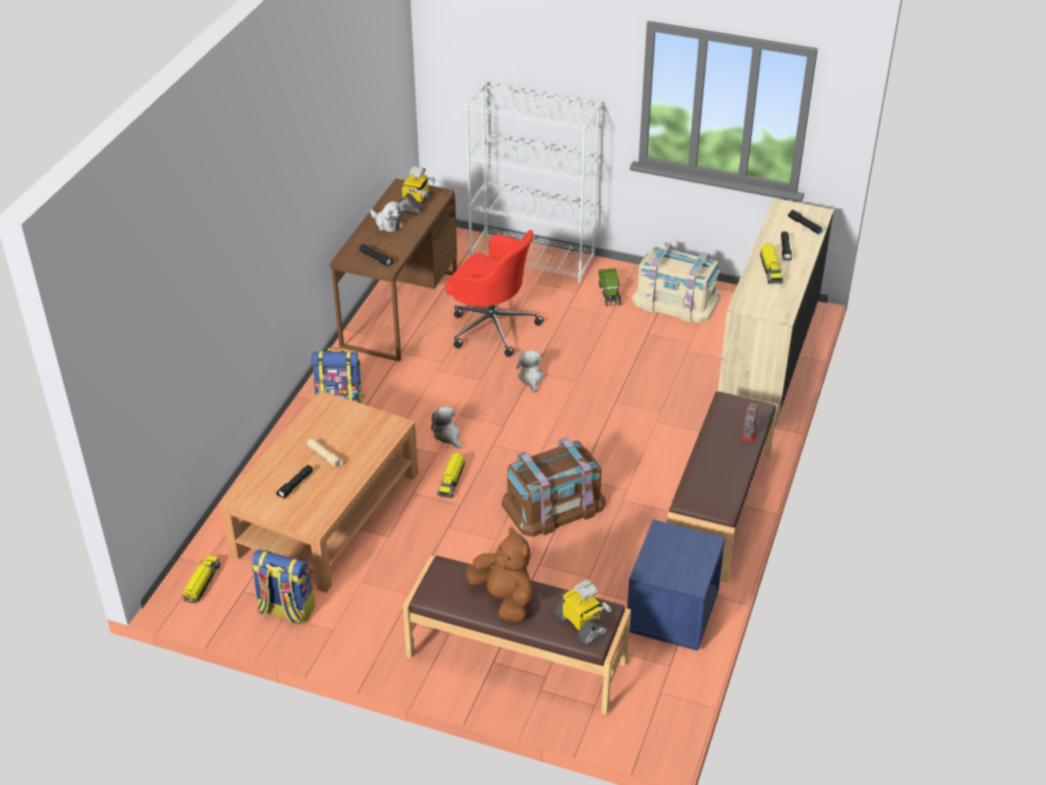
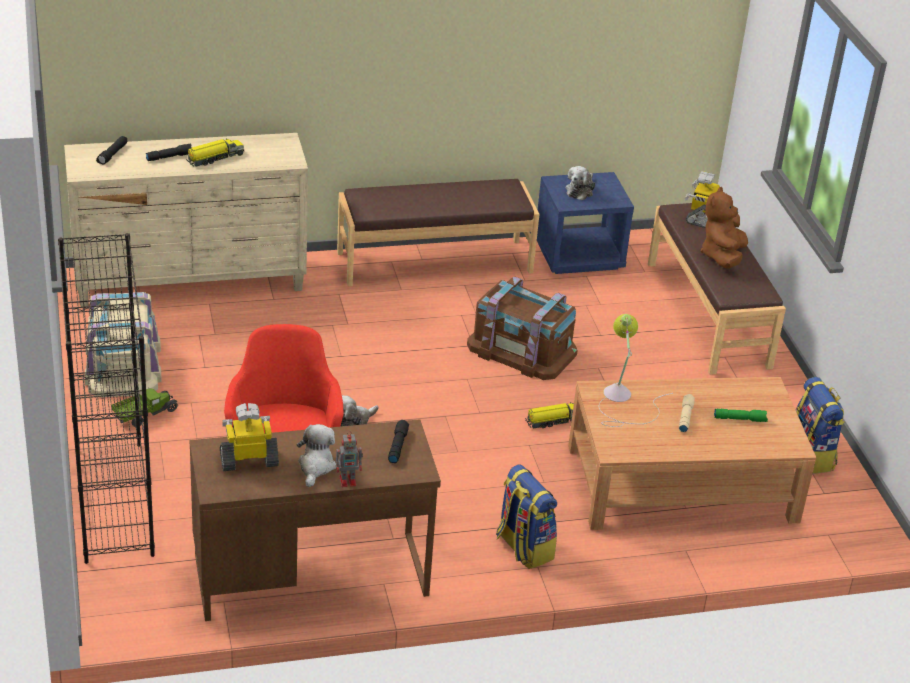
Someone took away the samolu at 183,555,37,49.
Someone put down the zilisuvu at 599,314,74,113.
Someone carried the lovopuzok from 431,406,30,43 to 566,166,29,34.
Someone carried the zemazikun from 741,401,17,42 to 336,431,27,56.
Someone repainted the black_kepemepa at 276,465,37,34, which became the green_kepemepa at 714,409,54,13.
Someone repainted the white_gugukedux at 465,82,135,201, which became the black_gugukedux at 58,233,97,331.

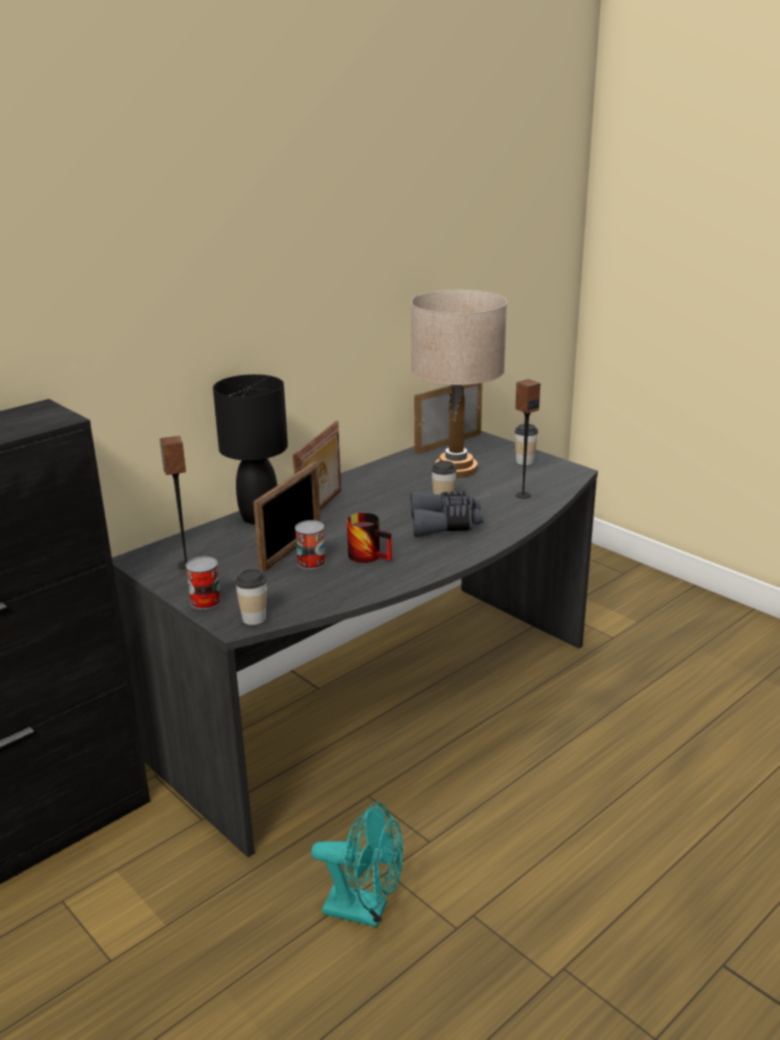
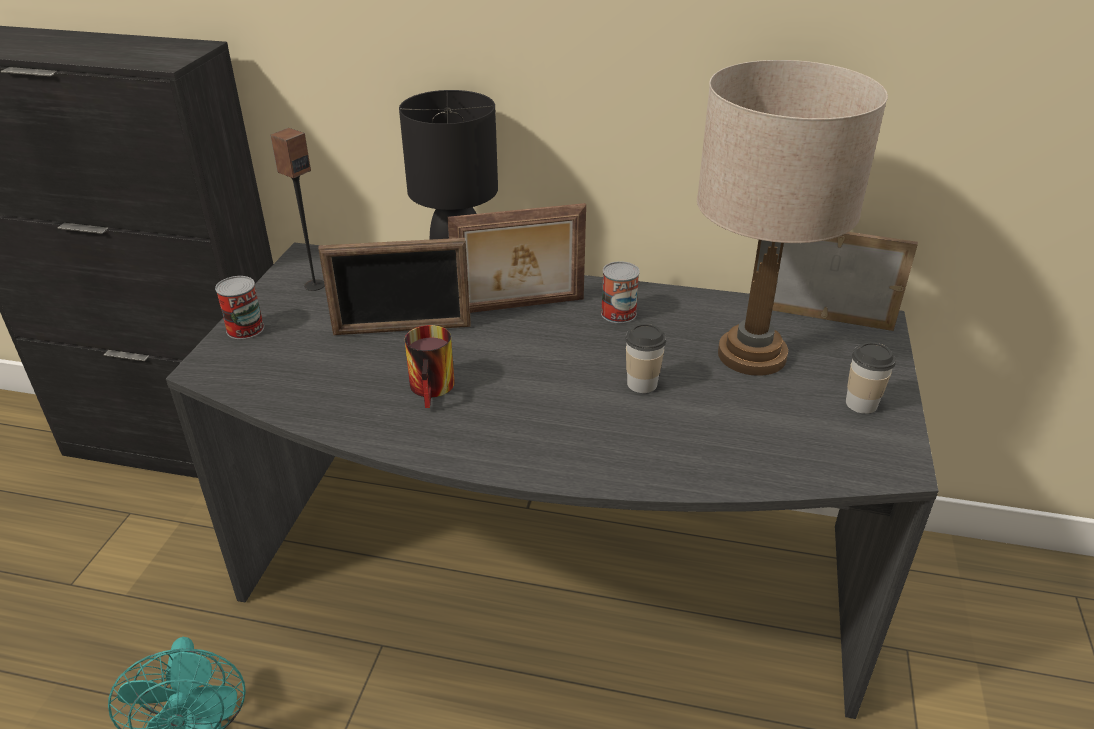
Someone took away the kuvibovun at 235,569,32,56.
Someone took away the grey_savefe at 411,491,73,46.
Someone took away the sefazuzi at 515,379,25,120.
Someone carried the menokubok from 295,520,31,49 to 601,261,39,62.

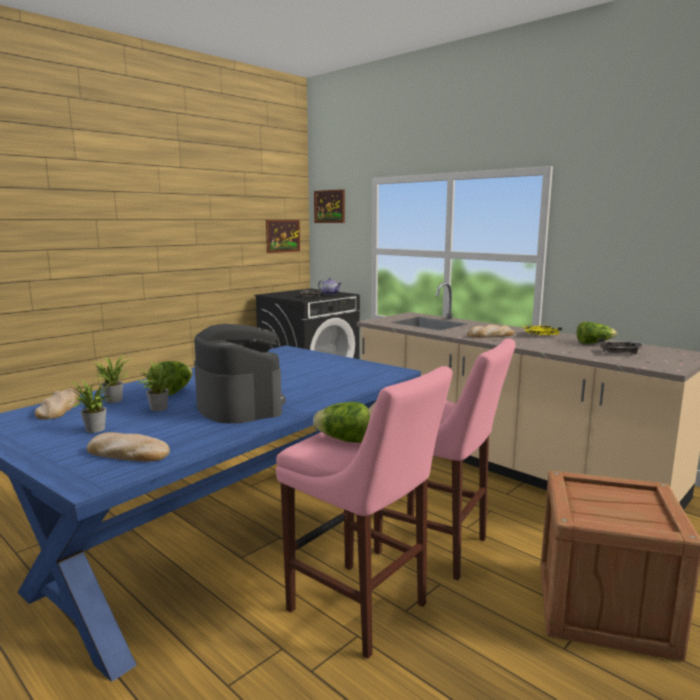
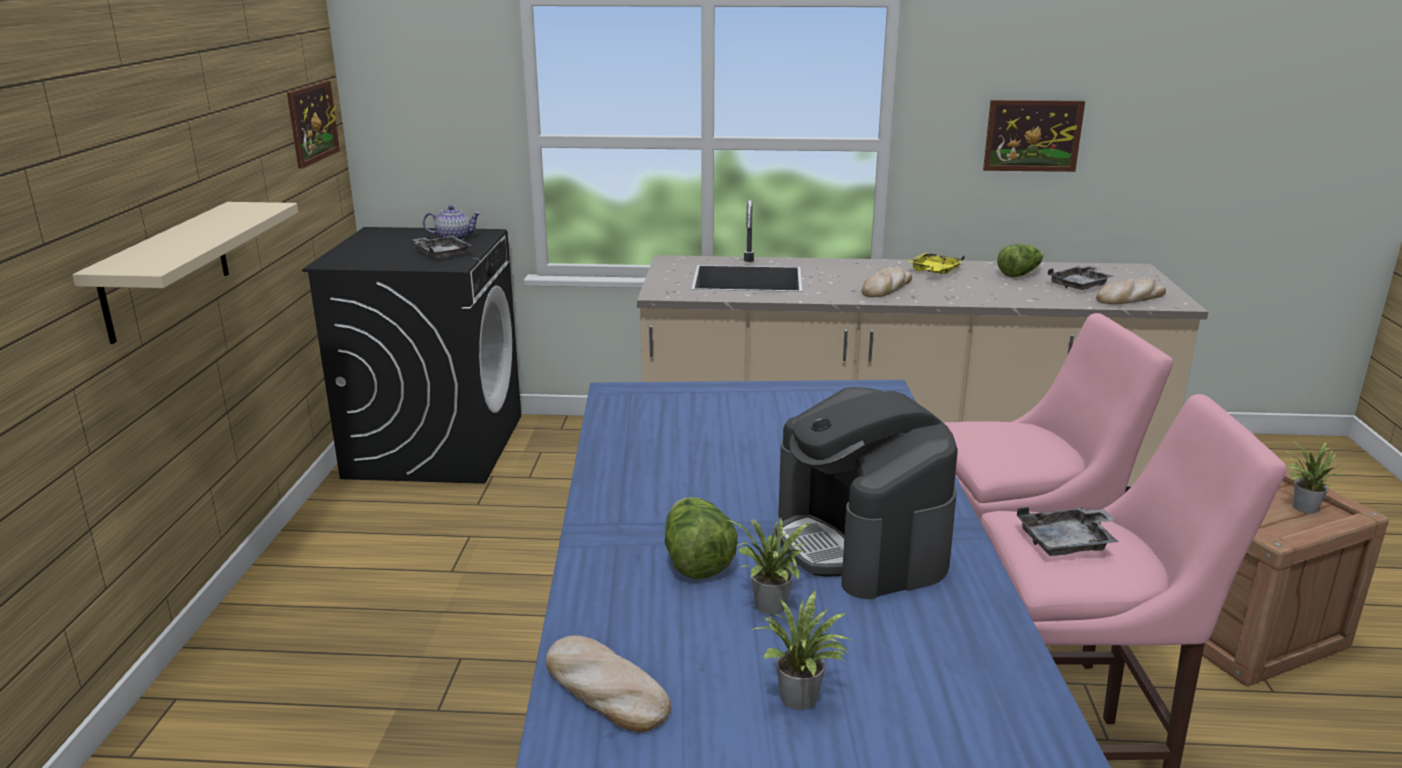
Someone put up the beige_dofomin at 72,202,226,142.
Someone carried the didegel from 87,432,83,30 to 1096,278,70,26.
Someone carried the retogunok from 94,355,39,48 to 1284,440,60,74.
Someone carried the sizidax from 314,189,31,34 to 983,100,102,72.
Someone swapped the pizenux at 313,402,57,41 for the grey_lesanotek at 1017,507,102,49.
Someone rotated the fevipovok at 194,324,92,100 by 135 degrees counterclockwise.

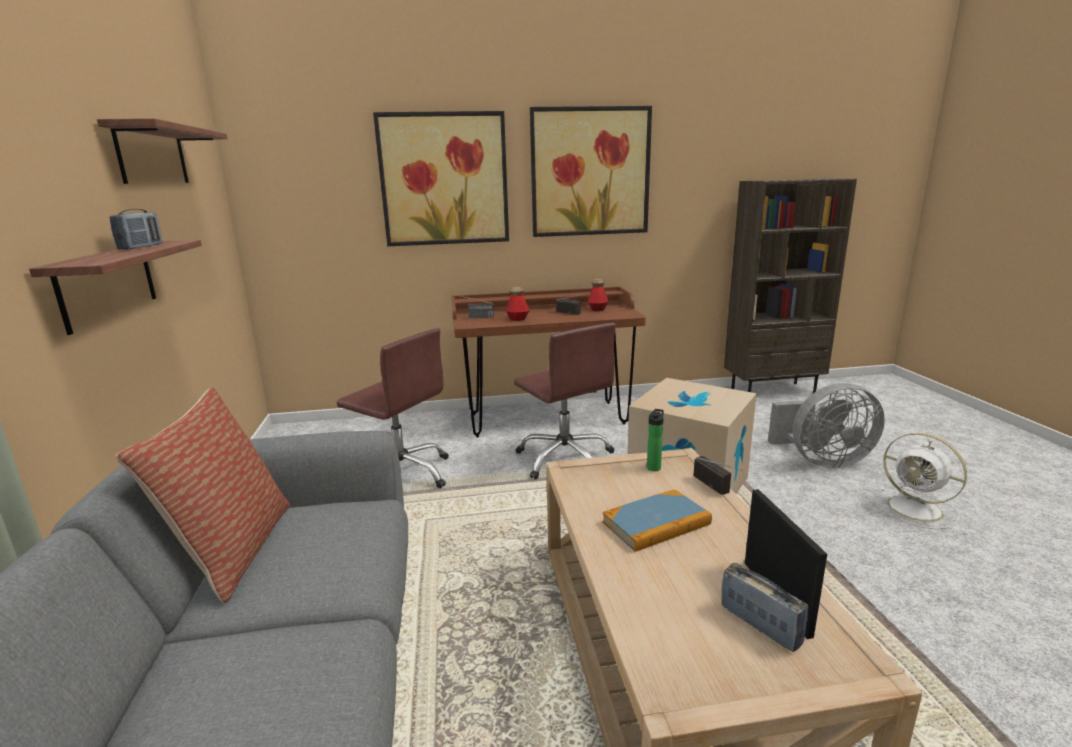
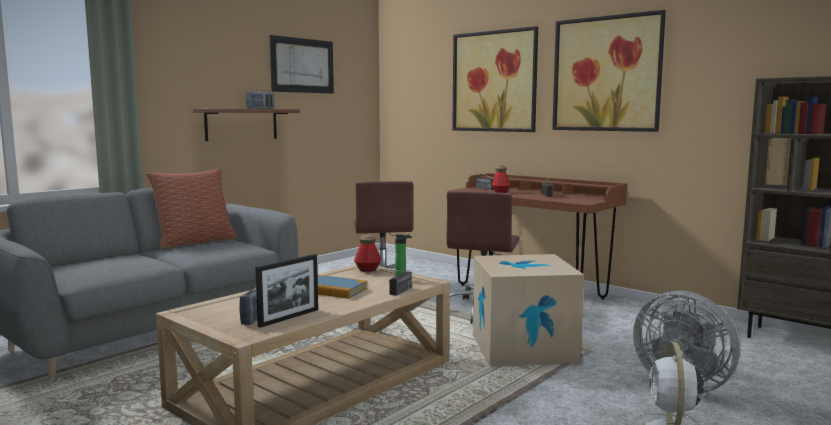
Someone carried the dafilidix from 588,279,21,32 to 354,235,27,37.
Someone swapped the dofomin at 97,118,130,66 for the sizidax at 270,35,64,59.

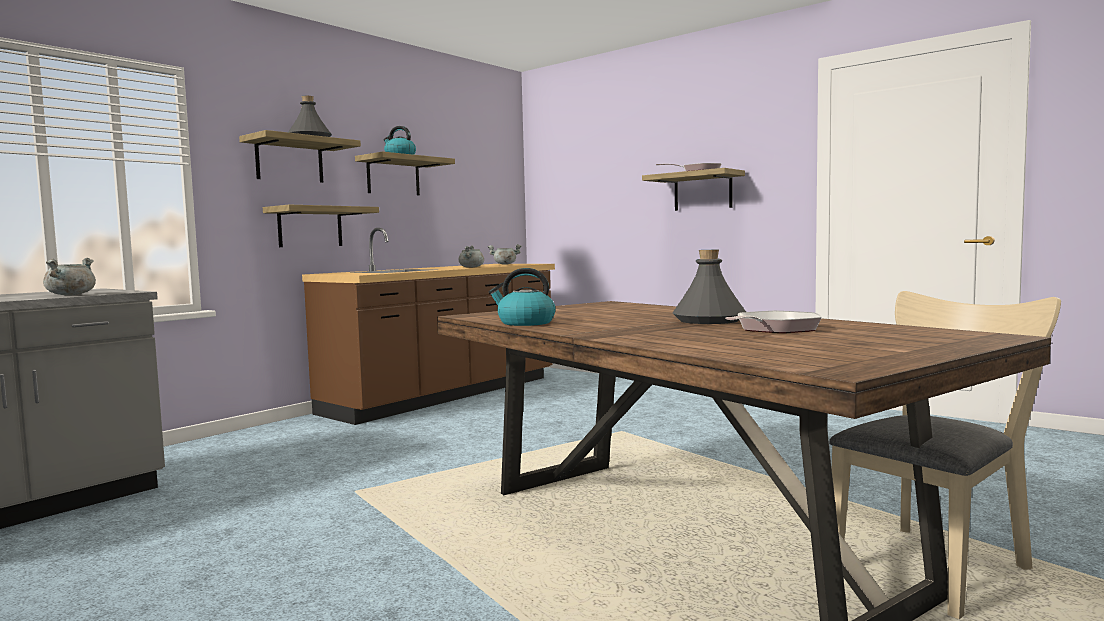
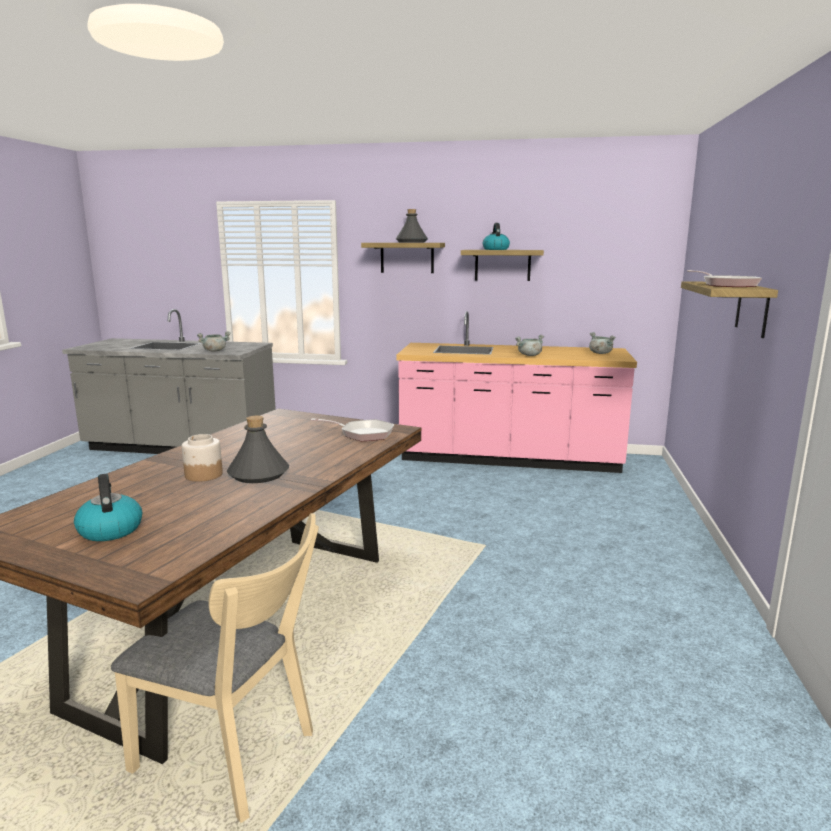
Someone took away the dofomin at 263,205,116,42.
Someone put down the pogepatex at 182,434,41,48.
Someone carried the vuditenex from 489,268,66,58 to 74,474,68,67.
Someone carried the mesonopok from 725,311,96,22 to 311,418,83,23.
Someone repainted the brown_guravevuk at 302,228,253,197, which became the pink_guravevuk at 396,311,241,162.

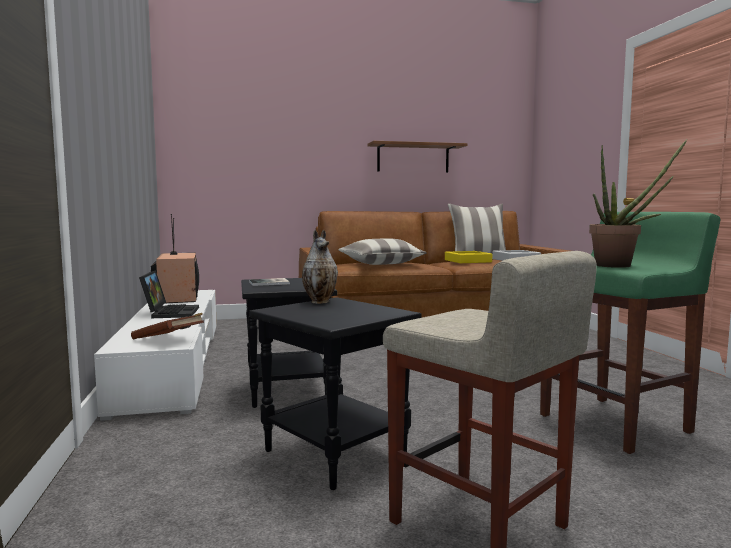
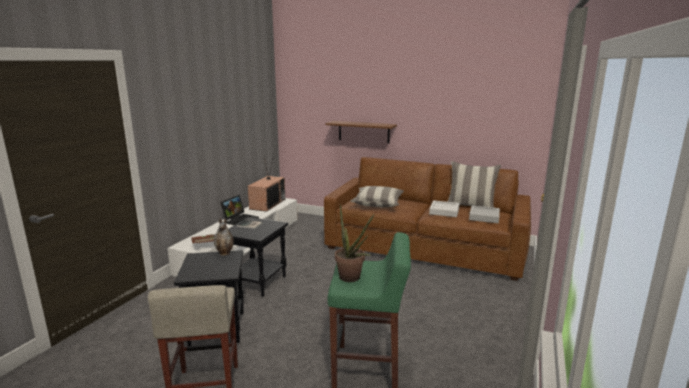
Someone carried the brown_dofomin from 367,141,101,32 to 325,121,72,23.
Someone repainted the yellow_lesanotek at 445,251,47,12, which became the white_lesanotek at 429,200,31,17.

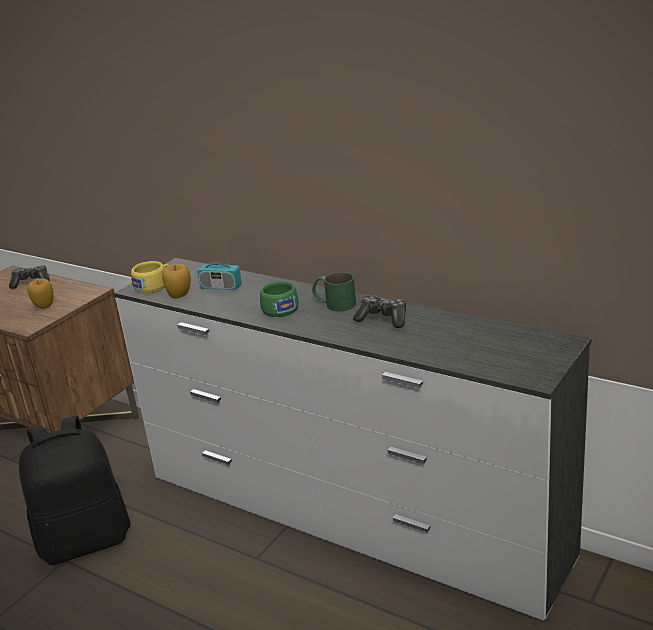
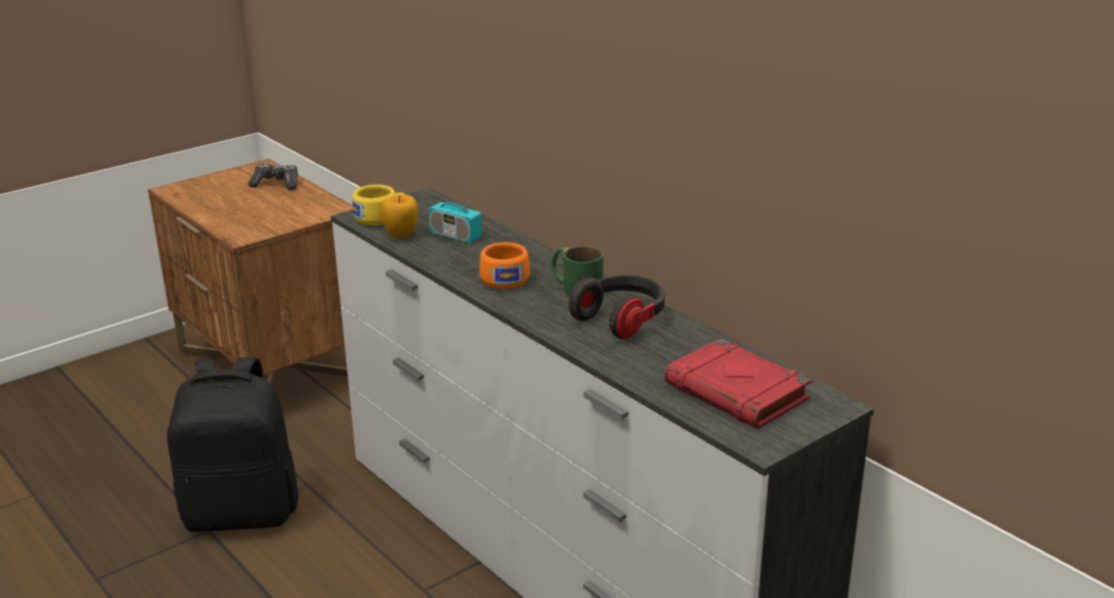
Someone took away the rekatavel at 27,278,26,31.
Someone put down the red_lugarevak at 664,339,147,90.
Someone swapped the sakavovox at 353,295,53,33 for the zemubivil at 569,275,96,64.
Someone repainted the green_kuvibovun at 260,281,39,36, which became the orange_kuvibovun at 479,242,51,47.

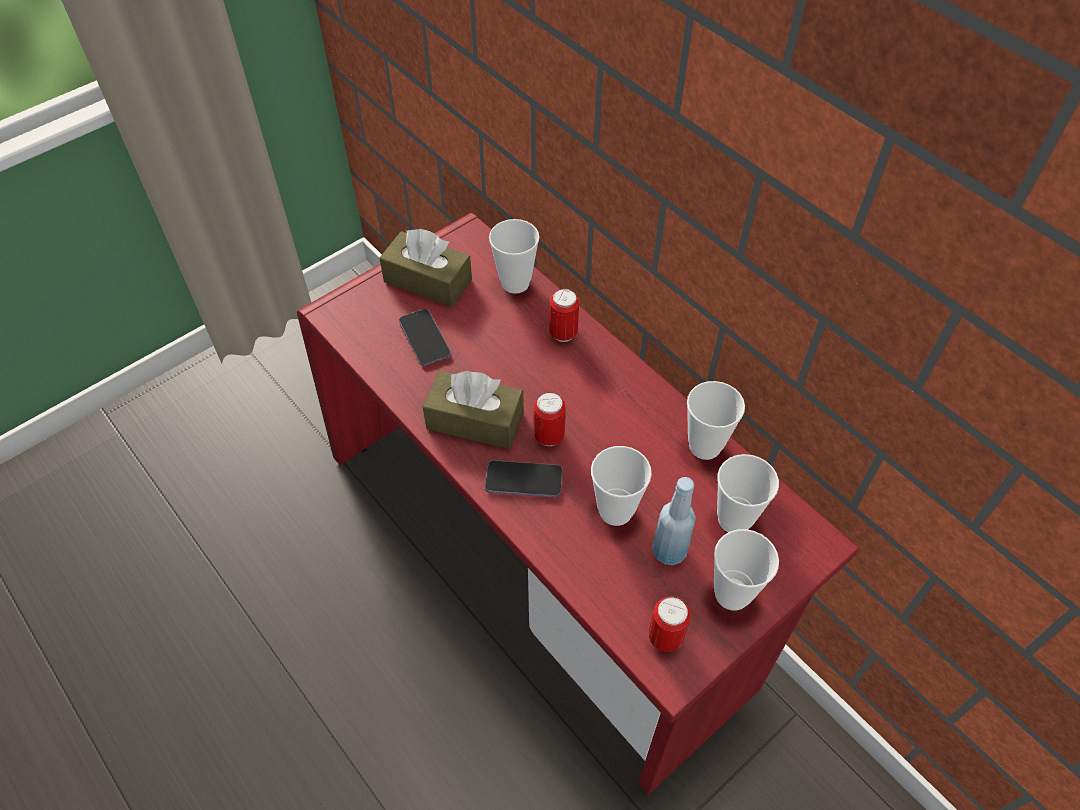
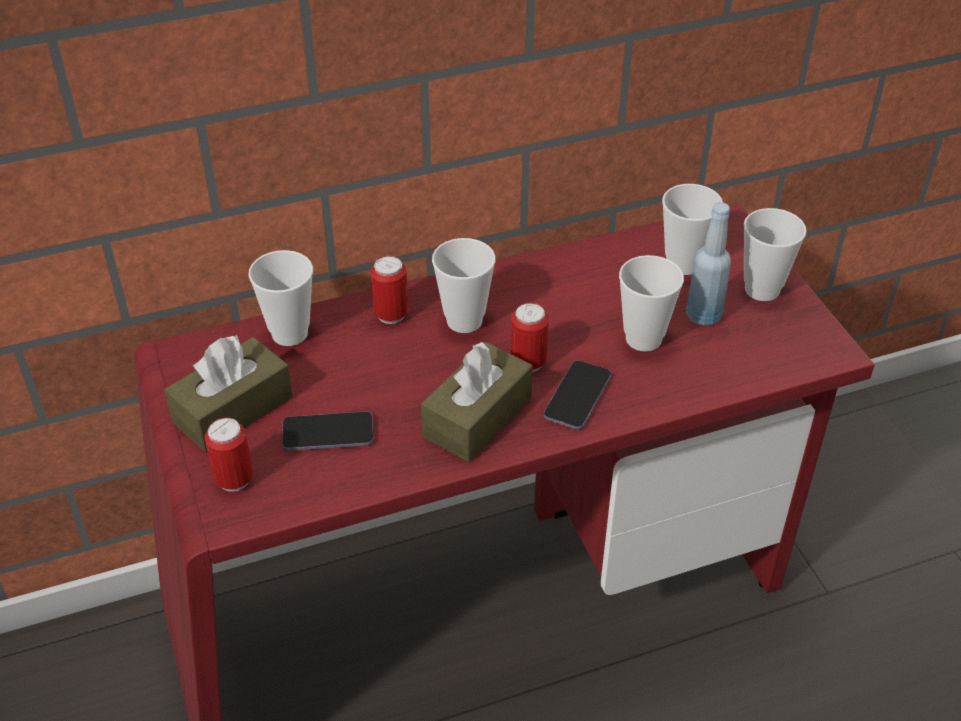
Someone carried the menokubok from 648,597,43,55 to 205,418,48,74.
Someone carried the kuvibovun from 687,381,58,79 to 432,238,64,95.

